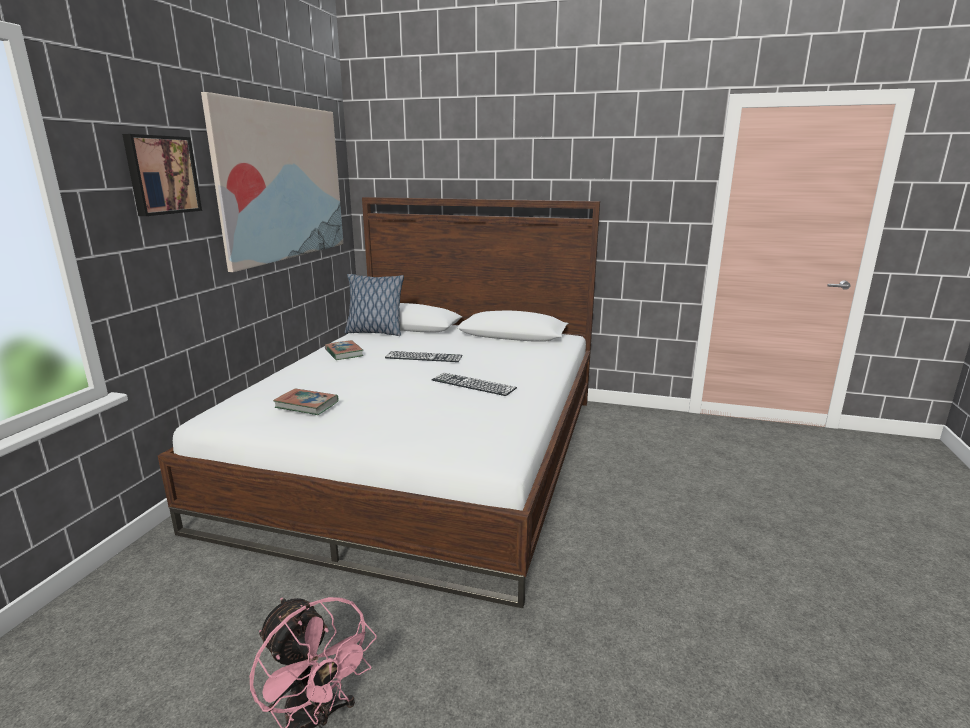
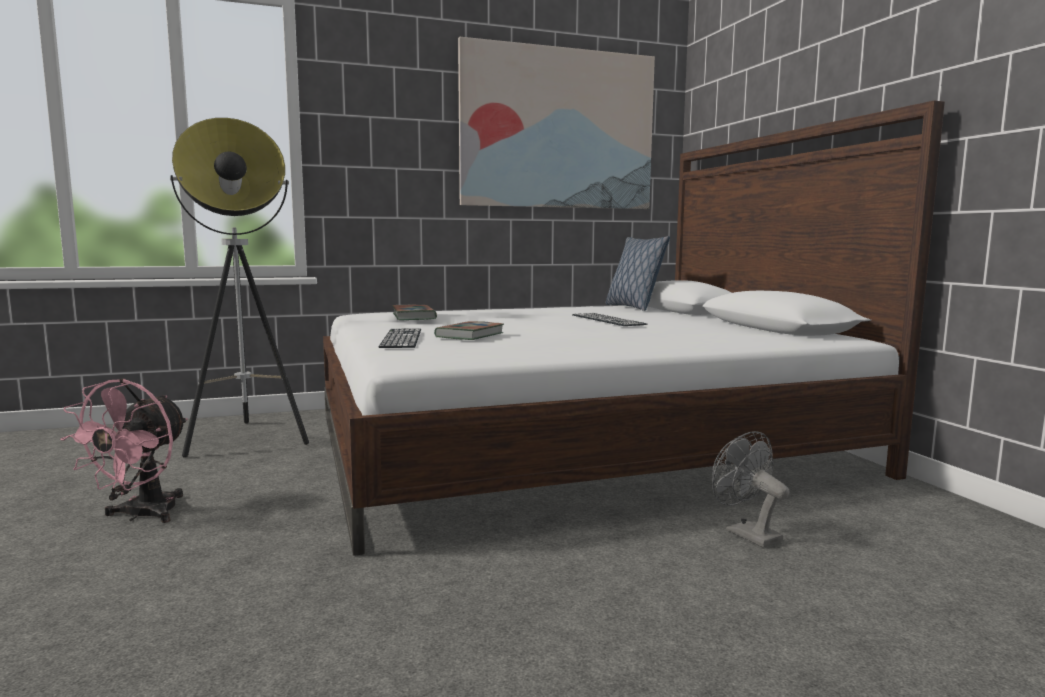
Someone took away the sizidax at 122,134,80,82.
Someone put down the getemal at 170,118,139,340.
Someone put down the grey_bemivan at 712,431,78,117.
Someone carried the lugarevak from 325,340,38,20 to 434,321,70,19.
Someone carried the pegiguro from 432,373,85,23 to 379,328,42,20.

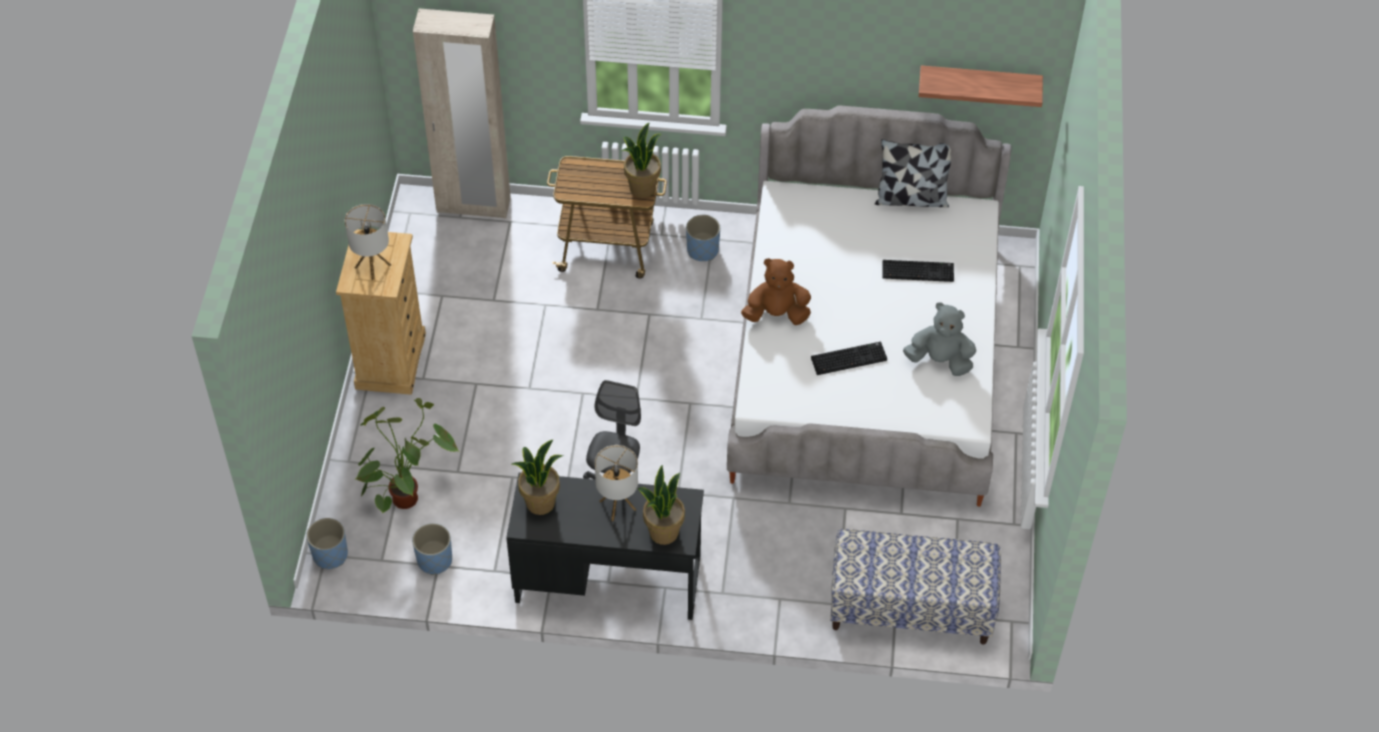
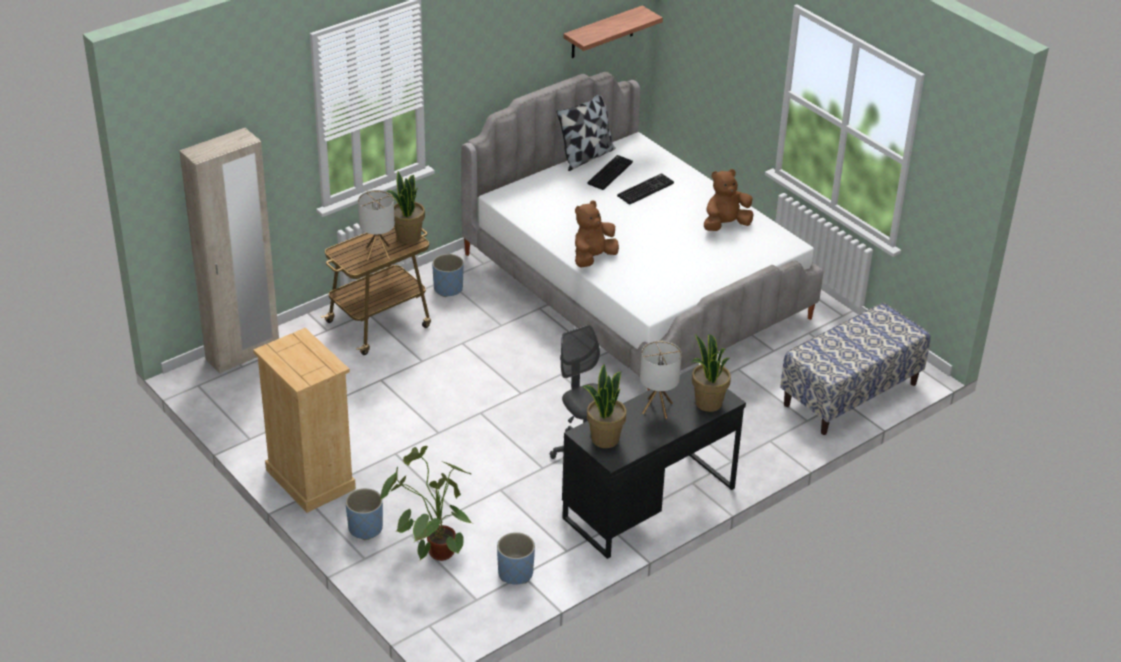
Someone carried the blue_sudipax from 306,518,42,51 to 345,488,38,52.
Someone carried the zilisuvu from 345,204,46,77 to 358,190,37,70.
Someone carried the pegiguro from 811,342,76,33 to 587,155,46,35.
Someone repainted the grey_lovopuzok at 903,303,73,73, which became the brown_lovopuzok at 704,169,50,62.

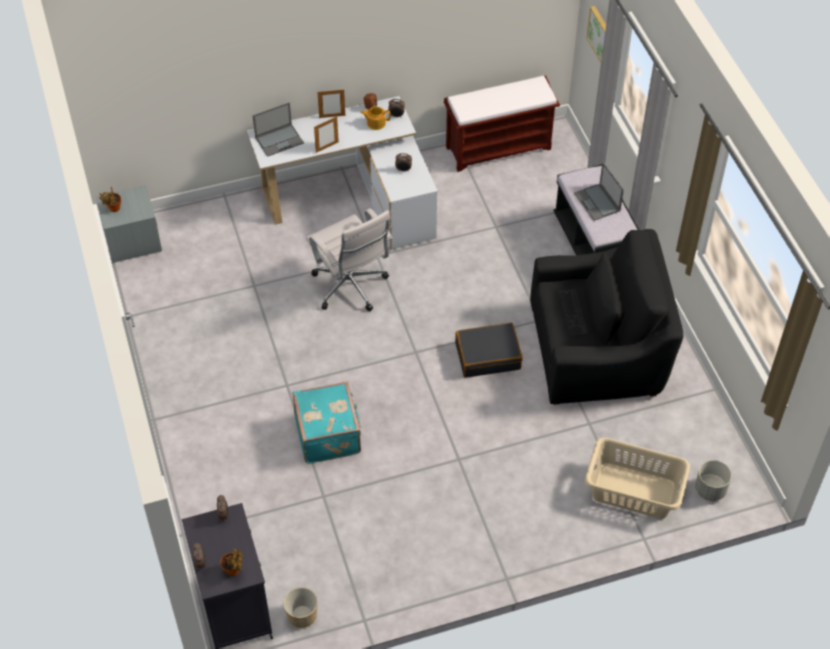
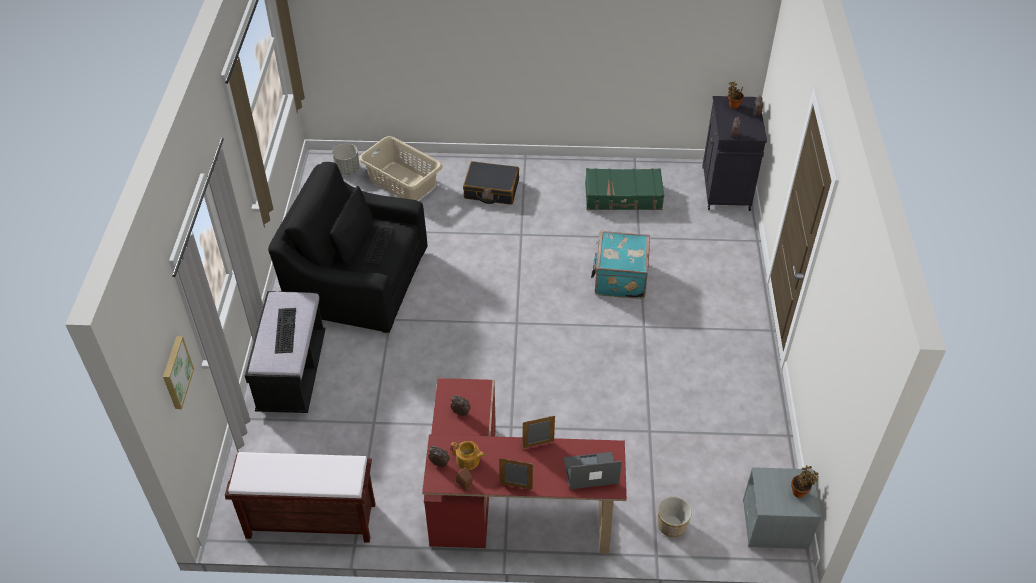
Someone took away the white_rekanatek at 306,208,86,103.
Someone put down the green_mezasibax at 585,168,79,42.
Someone carried the sudipax from 283,587,35,41 to 658,496,34,41.
Someone carried the black_mezasibax from 455,323,67,55 to 463,161,56,44.
Someone swapped the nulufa at 574,163,50,58 for the pegiguro at 275,308,21,46.
Someone repainted the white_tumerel at 246,96,192,154, which became the red_tumerel at 422,378,205,176.

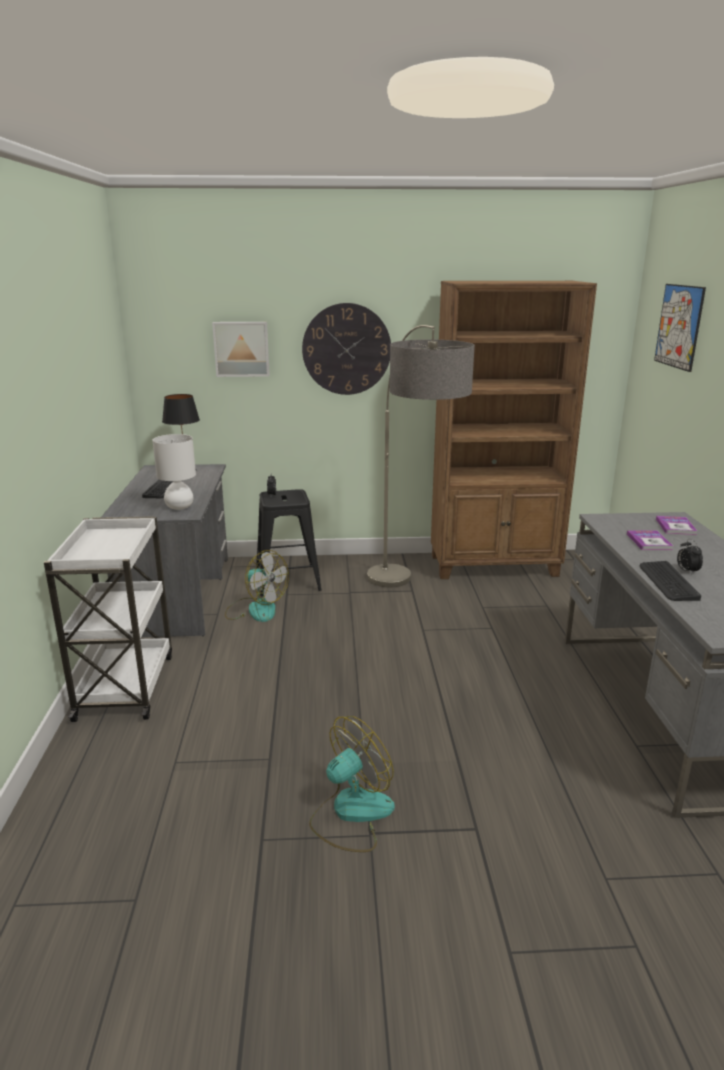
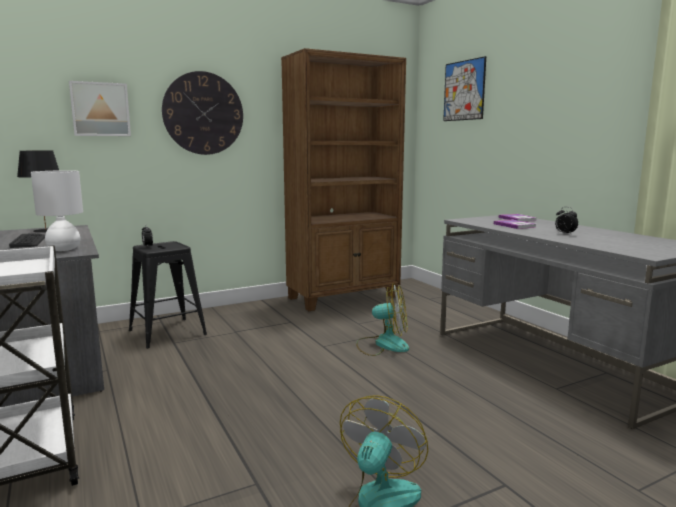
Someone took away the getemal at 367,325,108,262.
Someone took away the pegiguro at 639,561,62,40.
Someone carried the bemivan from 225,550,64,72 to 356,283,53,73.

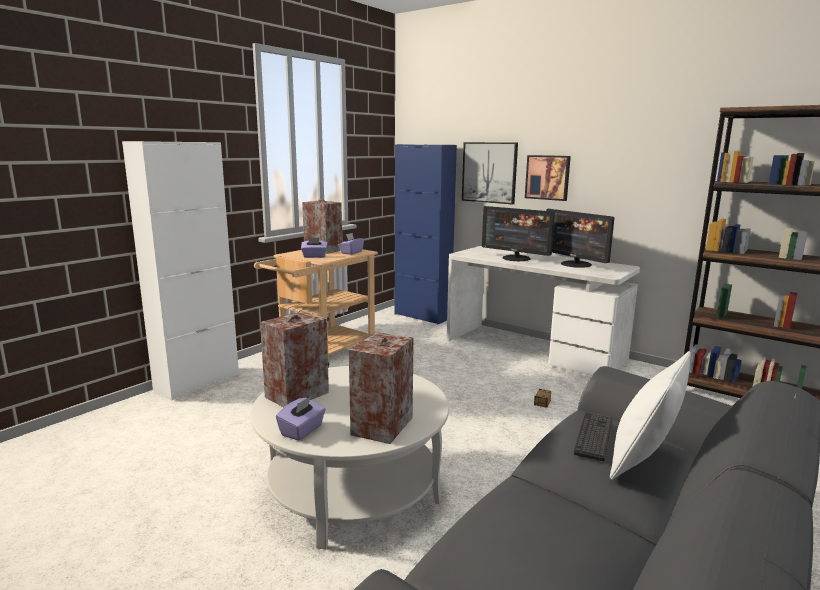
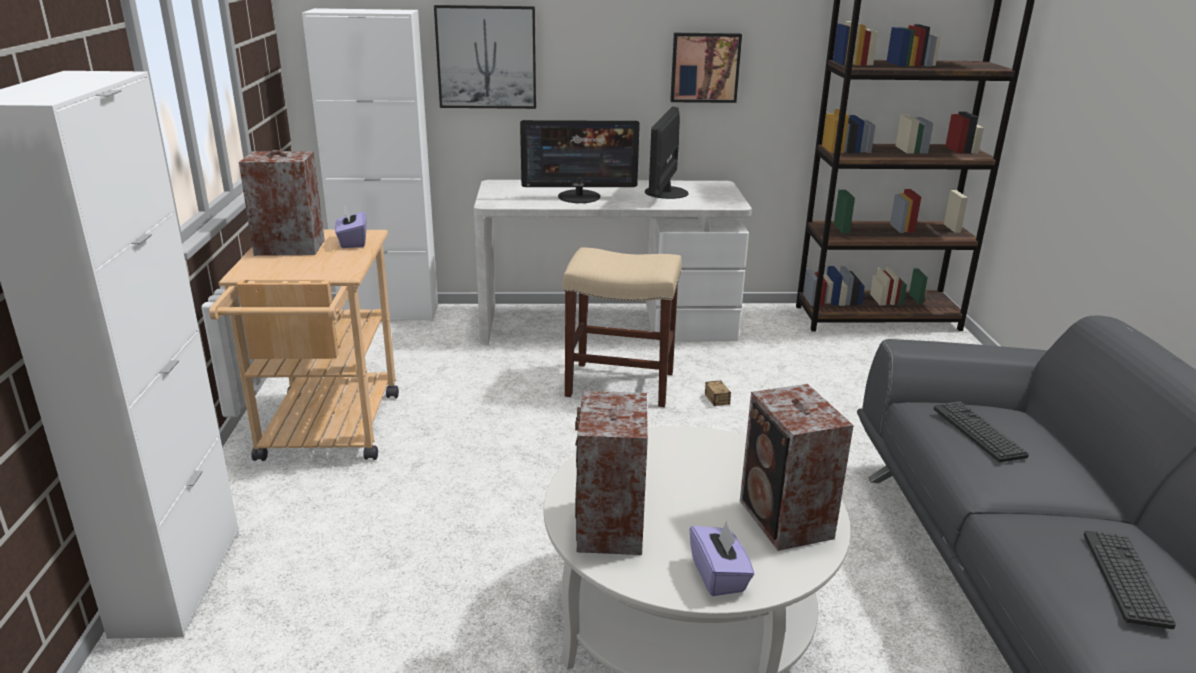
Someone took away the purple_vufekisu at 301,237,27,21.
Someone took away the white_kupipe at 610,351,81,129.
Someone put down the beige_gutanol at 563,247,119,160.
Someone put down the pegiguro at 1084,531,92,98.
Someone carried the sizidax from 525,155,46,46 to 670,33,72,70.
Someone repainted the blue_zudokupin at 395,144,62,181, which became the white_zudokupin at 302,8,136,314.
Someone rotated the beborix at 546,209,68,59 by 90 degrees clockwise.

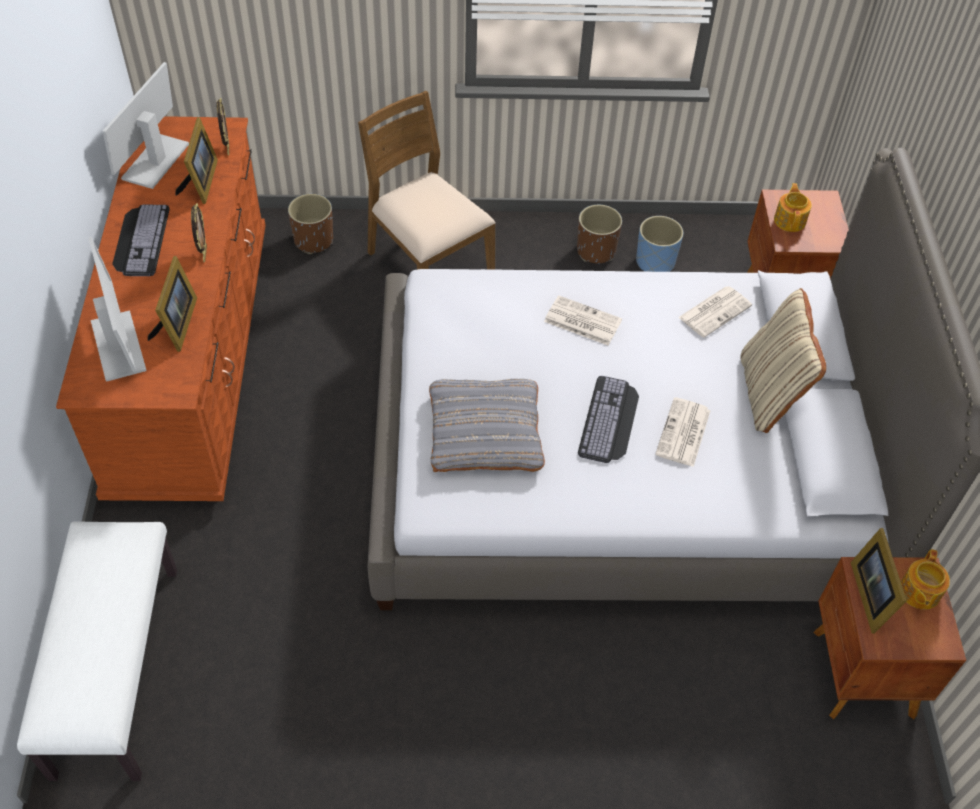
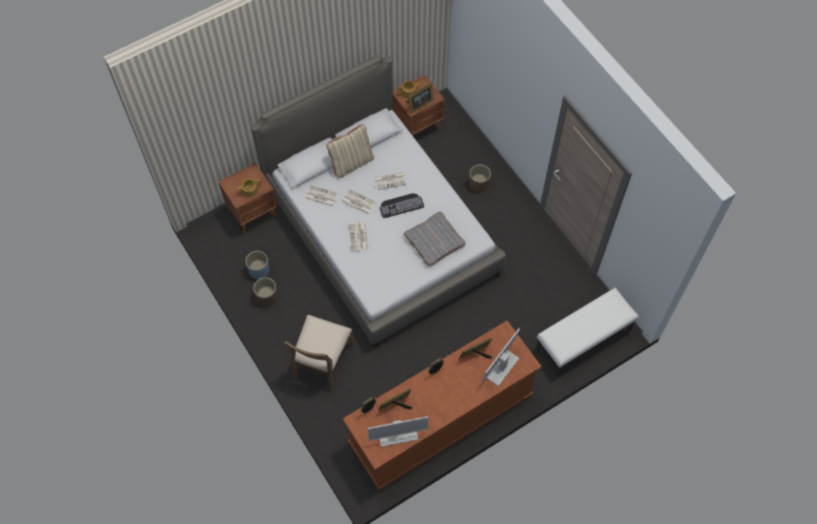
Someone took away the pegiguro at 112,205,58,71.
Someone put down the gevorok at 341,189,35,26.
Someone carried the brown_sudipax from 288,194,45,60 to 469,164,22,28.

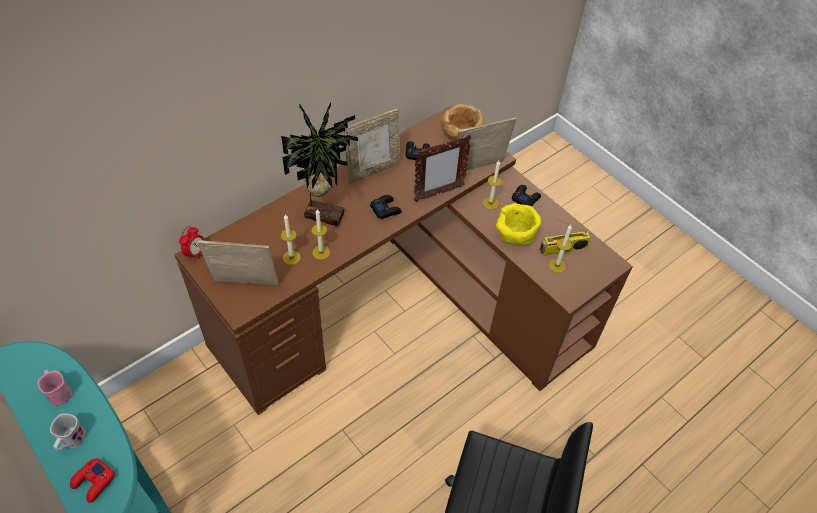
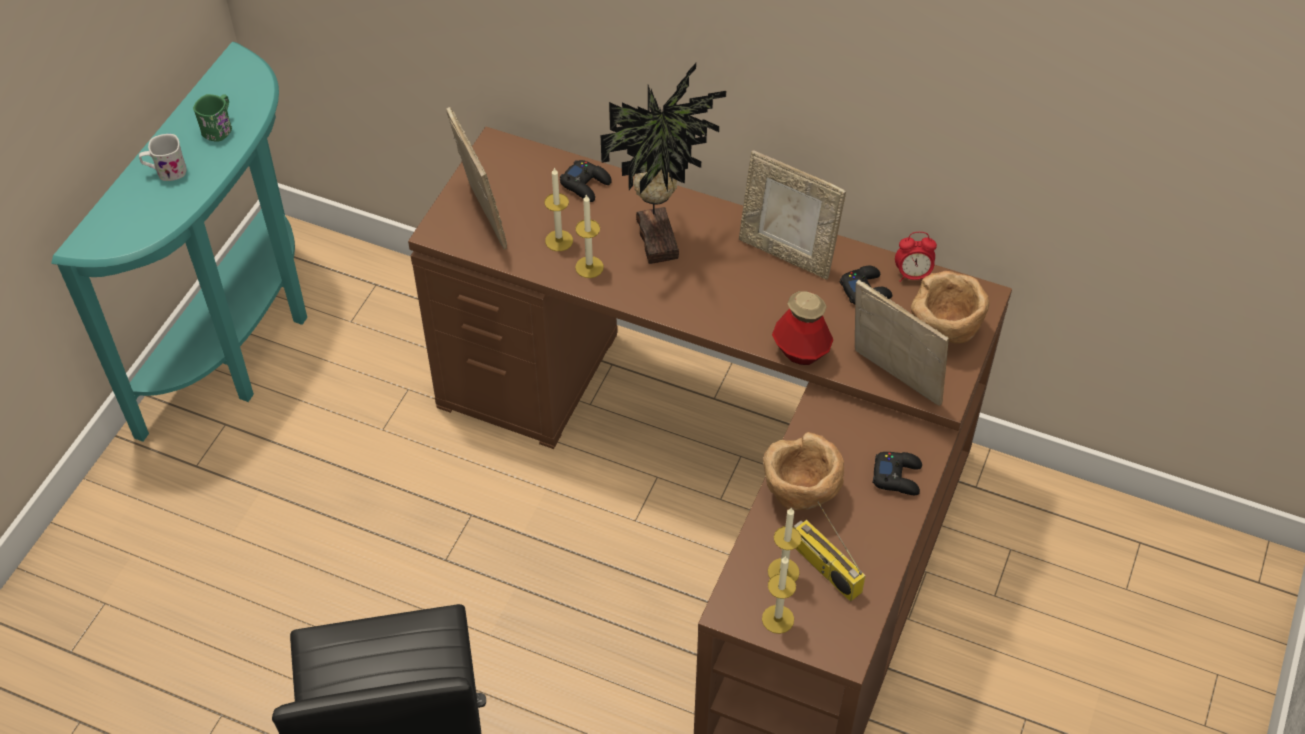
Someone took away the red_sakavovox at 70,458,45,45.
Someone carried the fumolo from 179,226,25,36 to 895,232,42,50.
Someone carried the black_sakavovox from 370,195,32,24 to 560,160,52,42.
Someone carried the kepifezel from 483,161,19,49 to 762,556,34,78.
Someone swapped the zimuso at 414,135,58,67 for the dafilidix at 772,291,61,74.
Someone repainted the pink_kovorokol at 38,370,34,36, which became the green_kovorokol at 193,94,39,48.
Someone repainted the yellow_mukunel at 496,203,45,42, which became the brown_mukunel at 763,432,81,79.

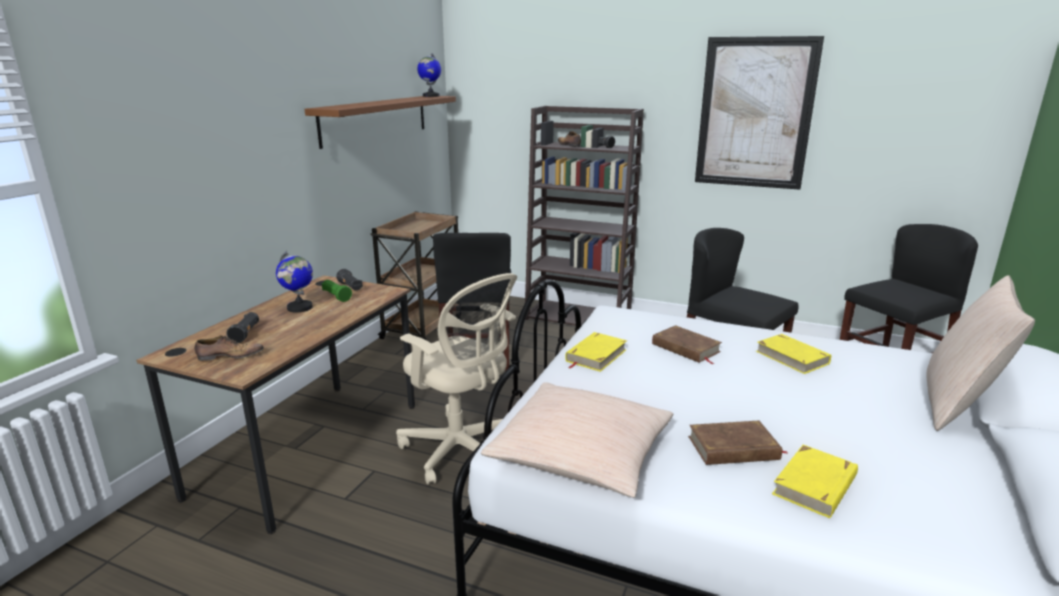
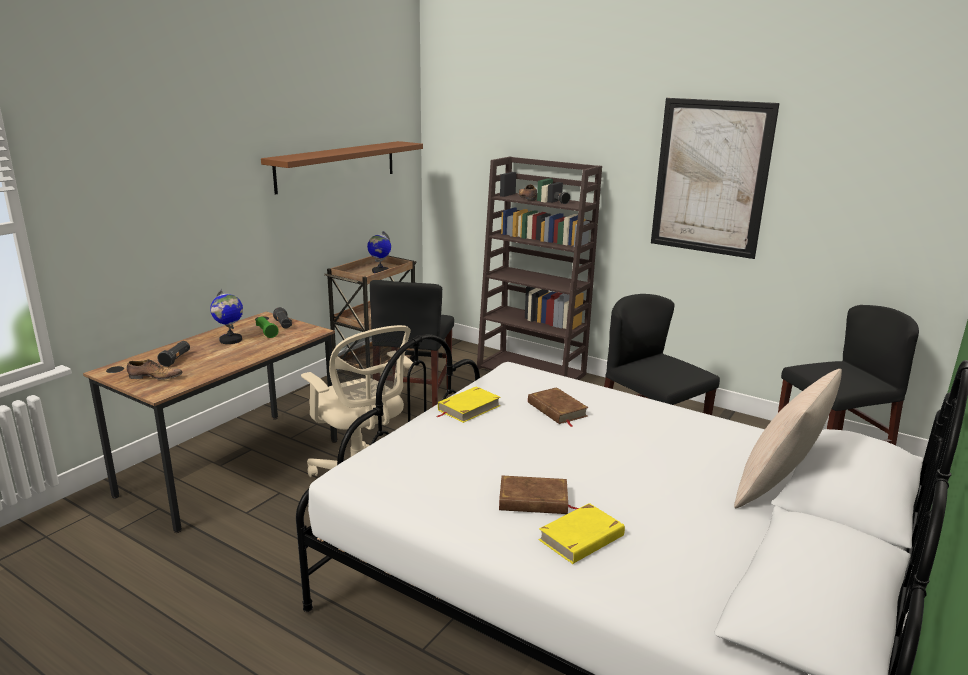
Someone took away the beige_kupipe at 481,382,192,116.
Someone took away the yellow_lugarevak at 756,334,75,40.
Someone carried the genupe from 417,53,24,44 to 367,231,24,42.

